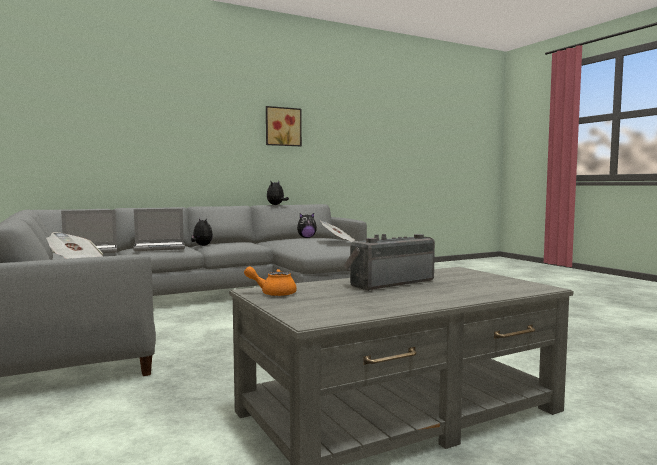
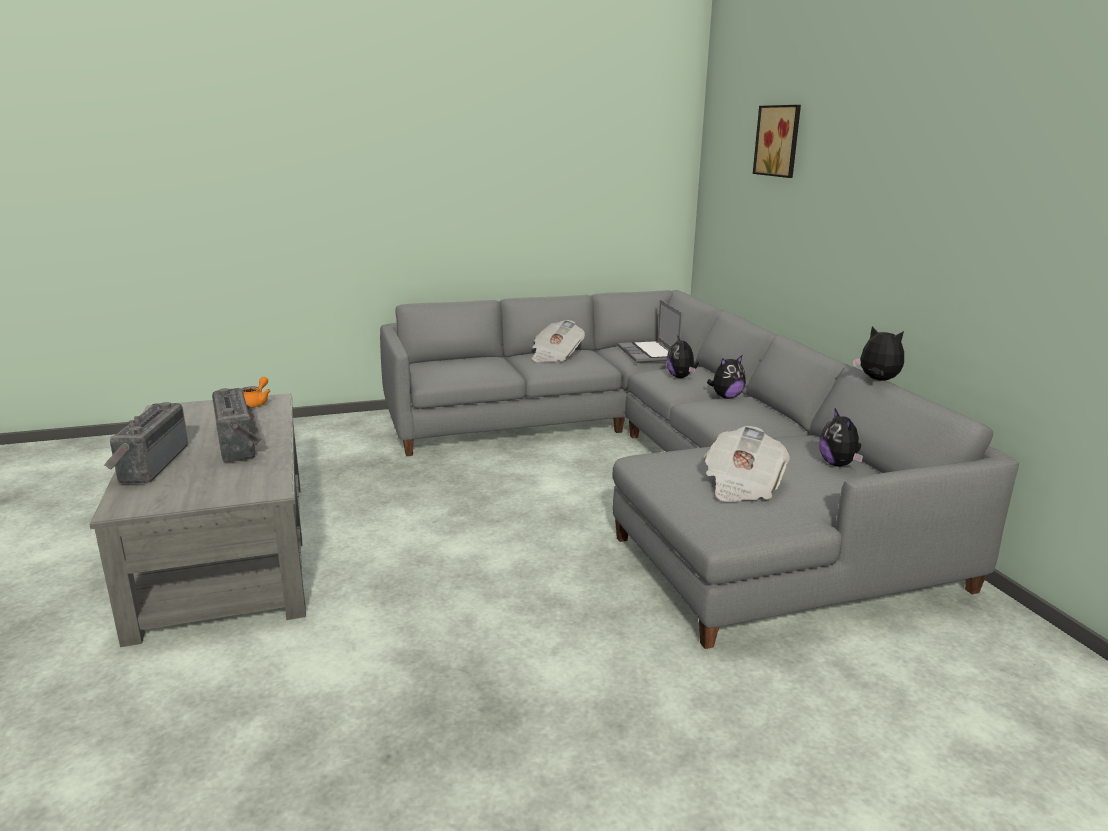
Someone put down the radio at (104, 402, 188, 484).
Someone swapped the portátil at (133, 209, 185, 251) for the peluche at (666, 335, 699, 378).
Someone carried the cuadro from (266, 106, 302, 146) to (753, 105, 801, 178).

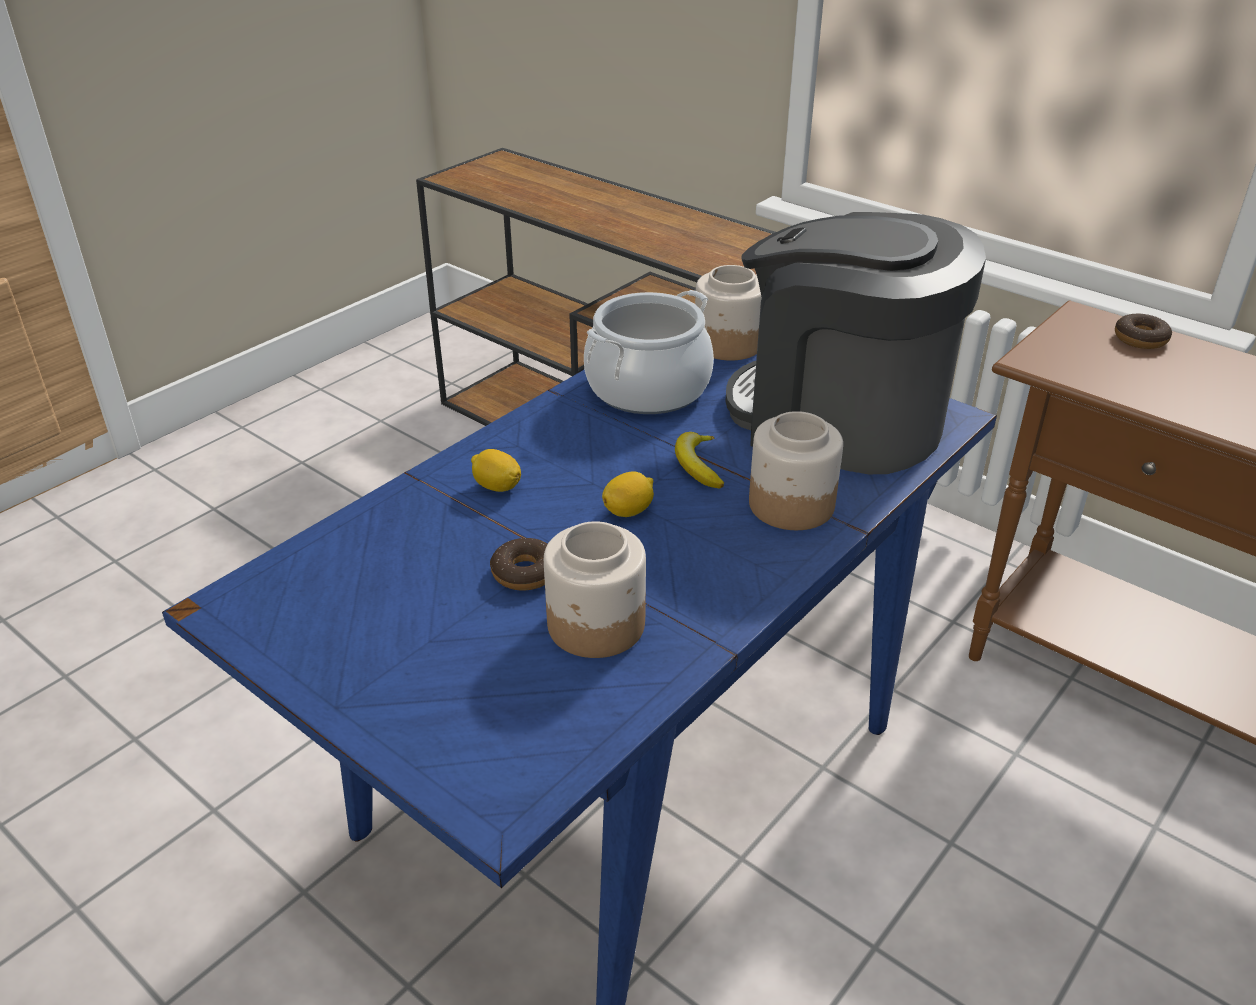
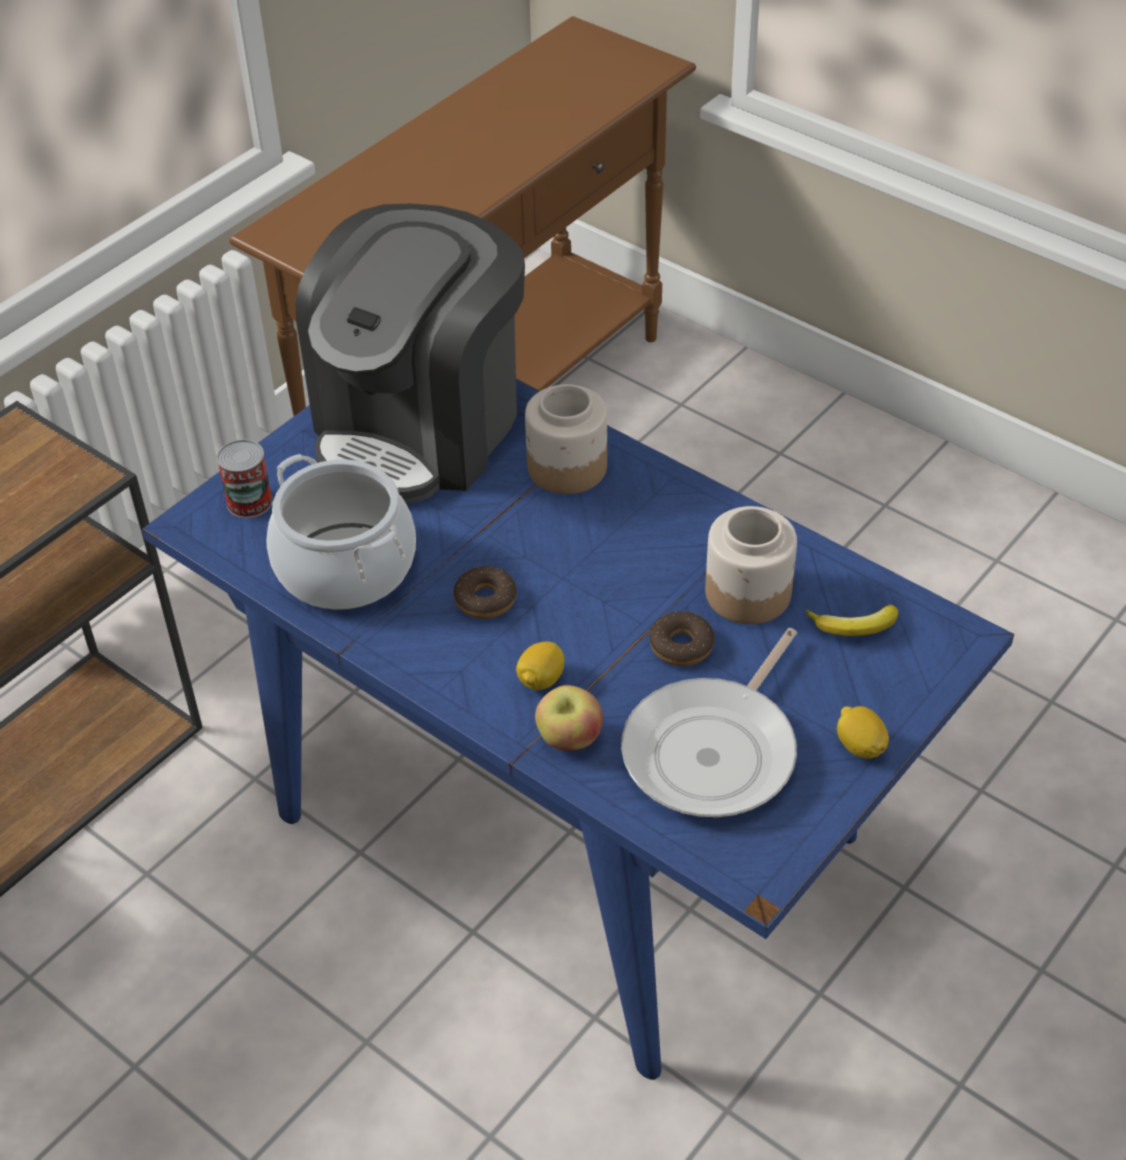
Someone swapped the tarro at (695, 265, 762, 360) for the lata at (217, 439, 273, 518).
Someone carried the rosquilla from (1115, 313, 1172, 349) to (453, 566, 517, 619).
Someone put down the manzana at (535, 685, 603, 751).
Someone put down the sartén at (621, 628, 797, 817).
Someone carried the plátano from (675, 432, 724, 488) to (805, 605, 898, 636).
Someone carried the limón from (602, 471, 654, 517) to (837, 706, 889, 759).

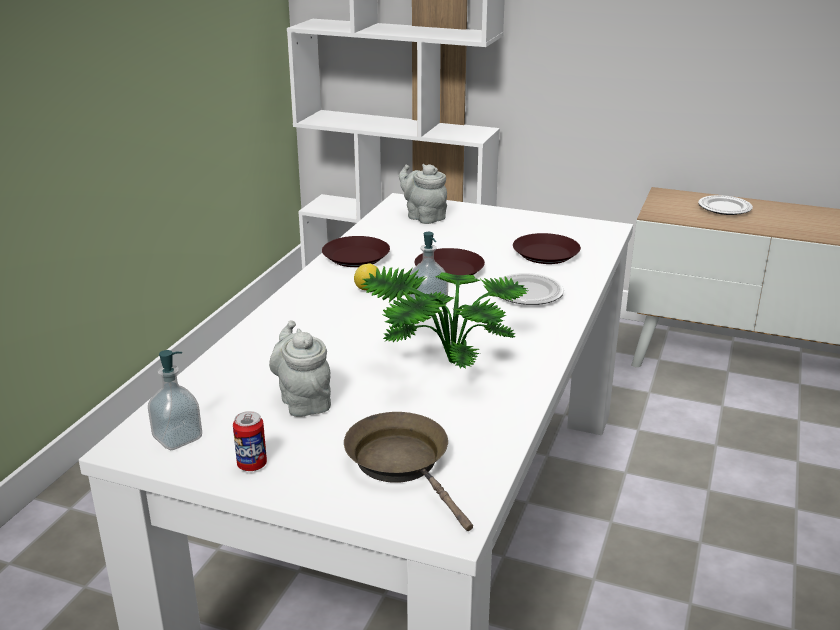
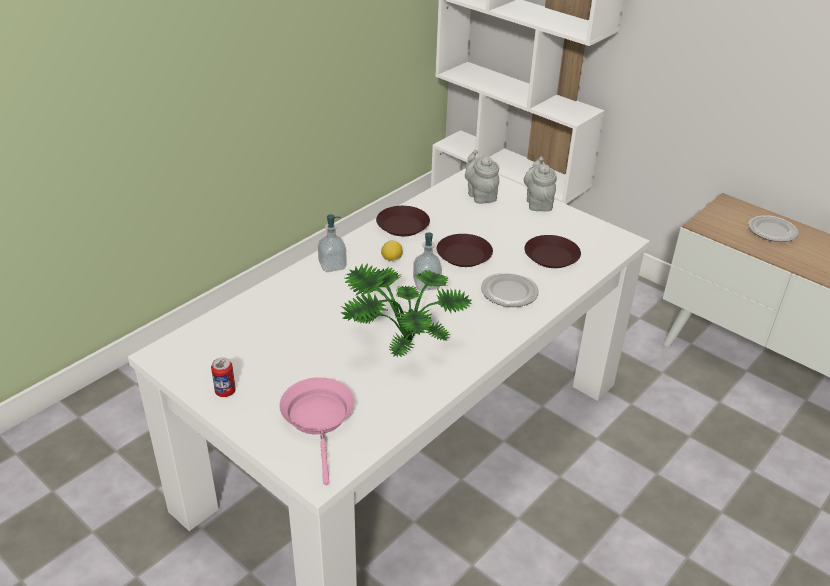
Someone repainted the sartén/marrón at (344, 412, 473, 531), which became the sartén/rosa at (279, 377, 354, 485).
Someone carried the dispensador de jabón from (148, 350, 202, 450) to (318, 214, 347, 272).
Someone carried the tetera/gris from (269, 320, 331, 417) to (524, 157, 557, 212).

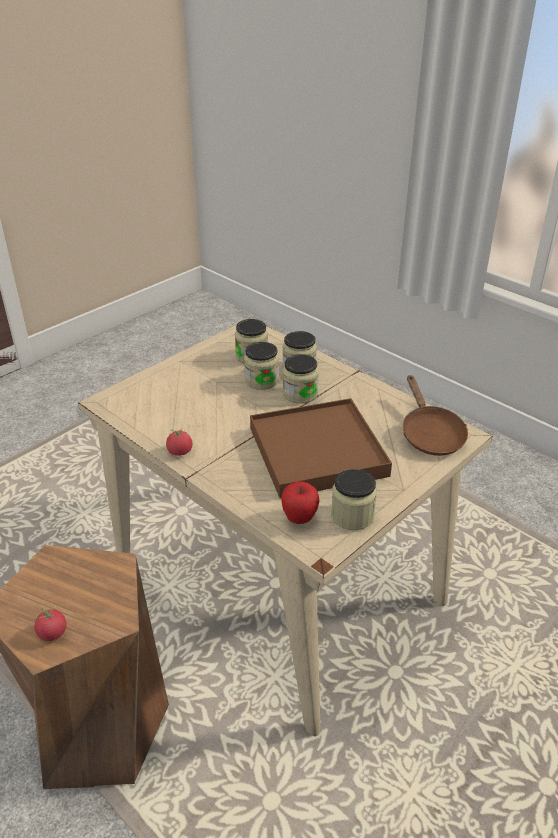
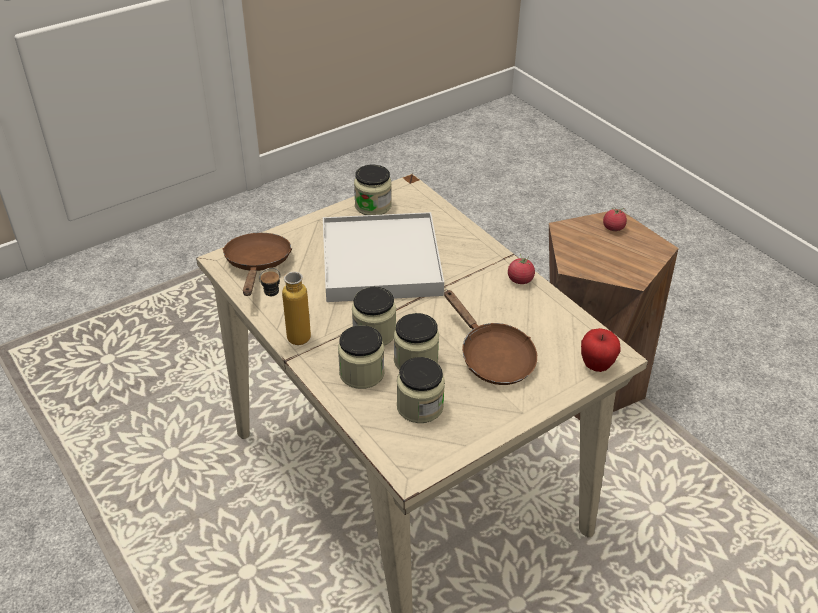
Someone put down the botella at (259, 268, 311, 345).
Someone repainted the bandeja/marrón at (250, 398, 392, 498), which became the bandeja/blanco at (323, 212, 444, 302).
Someone put down the sartén/marrón at (444, 290, 537, 385).
Someone carried the manzana from (281, 482, 319, 524) to (581, 328, 621, 372).

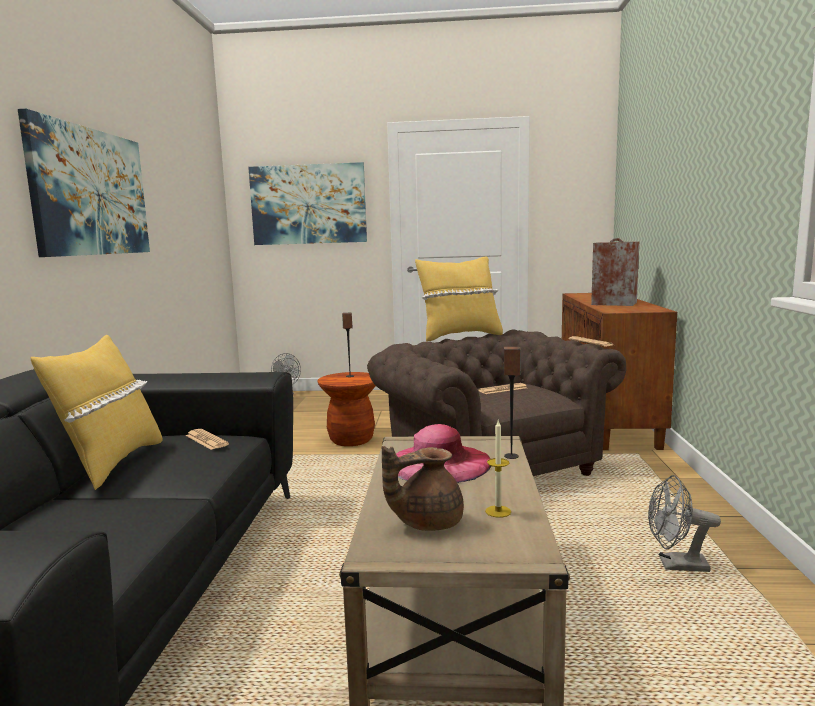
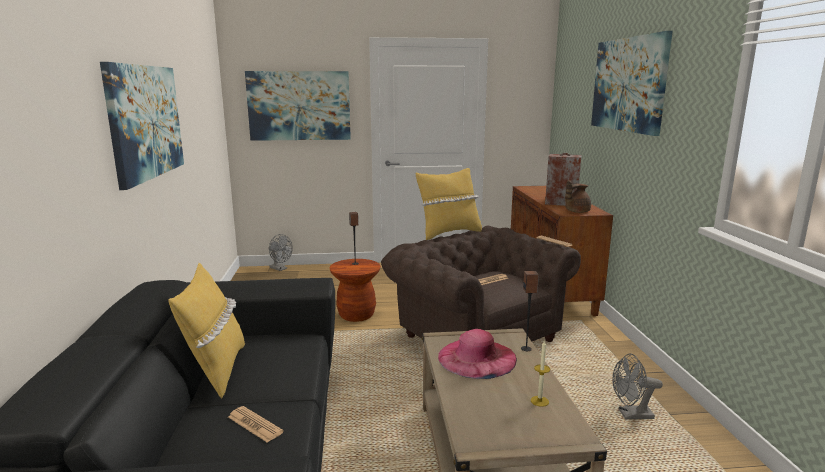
Someone carried the periódico from (186, 429, 229, 450) to (228, 406, 284, 443).
Someone carried the tetera/marrón from (382, 446, 464, 531) to (565, 180, 591, 213).
Someone put up the cuadro at (591, 31, 673, 136).

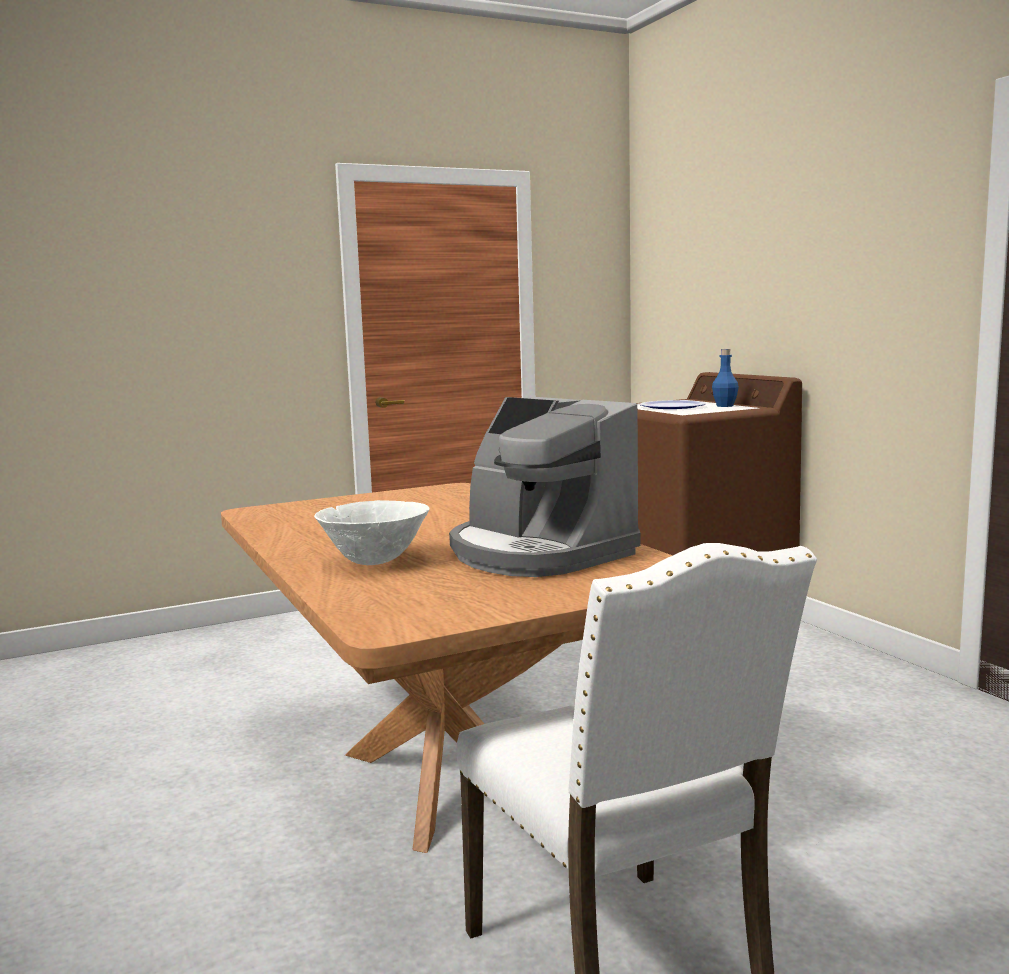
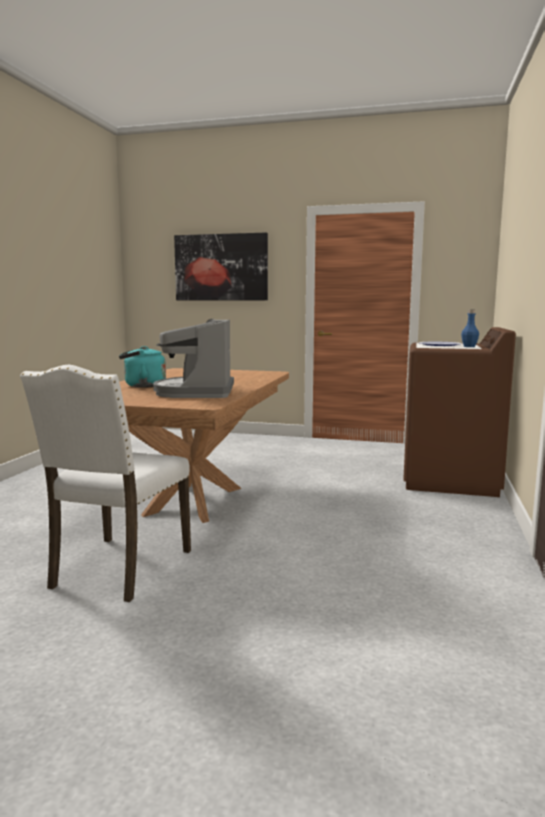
Someone swapped the cuenco/blanco at (314, 500, 430, 565) for the hervidor/turquesa at (119, 346, 166, 388).
Someone put up the cuadro at (174, 232, 268, 300).

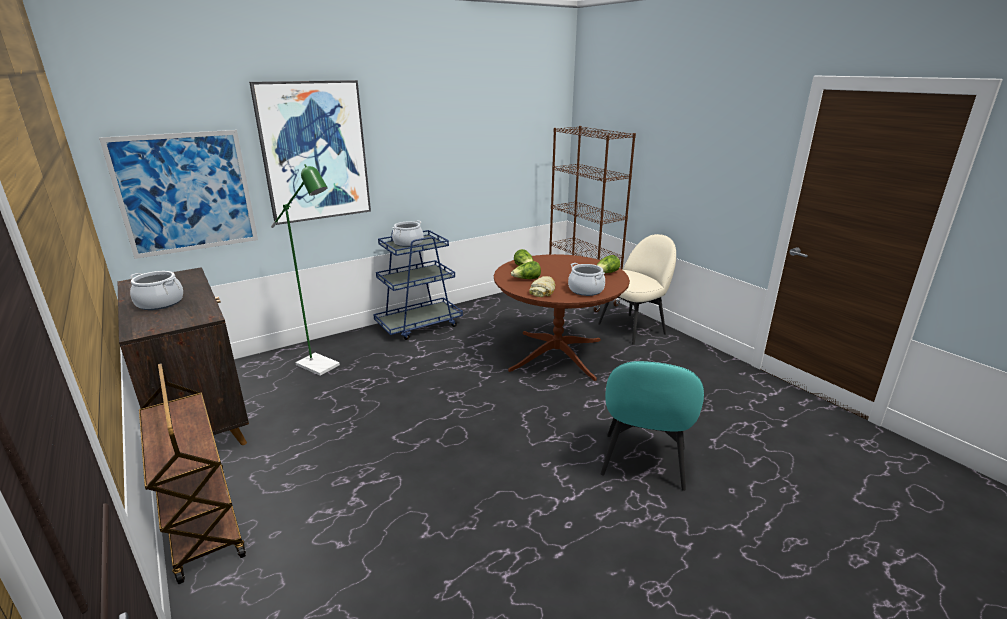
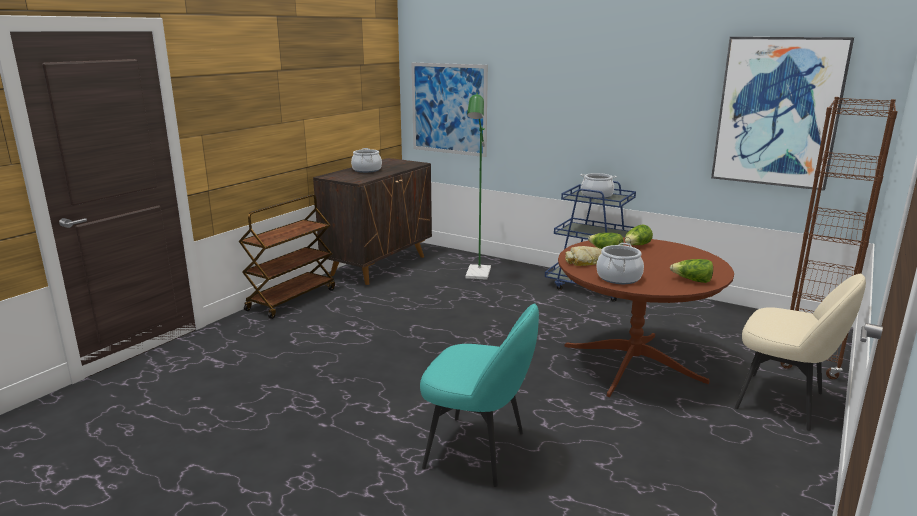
Someone rotated the silla/turquesa at (600, 361, 704, 491) by 150 degrees counterclockwise.
Someone carried the cuadro from (249, 80, 371, 225) to (711, 37, 854, 191).

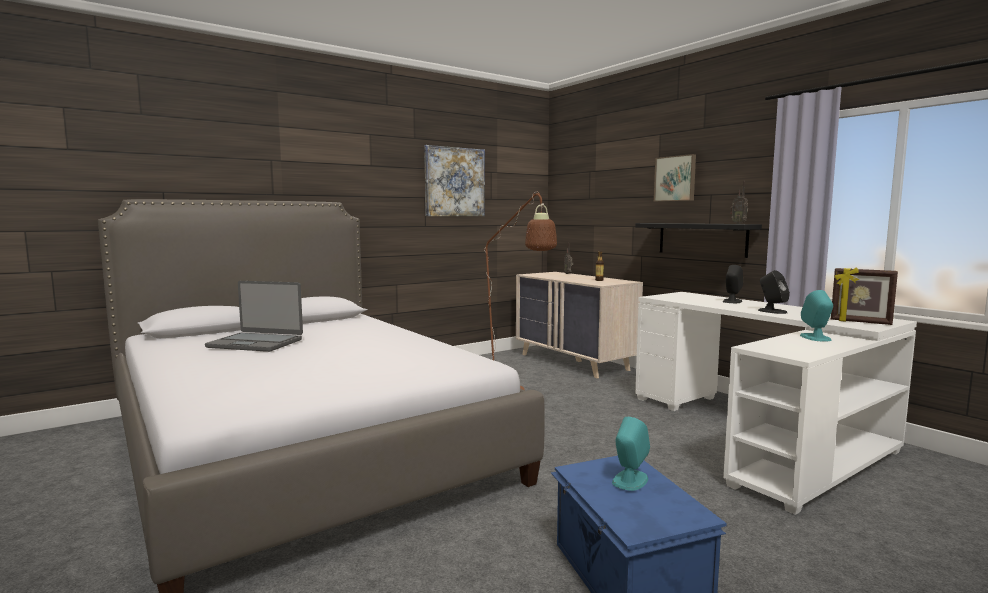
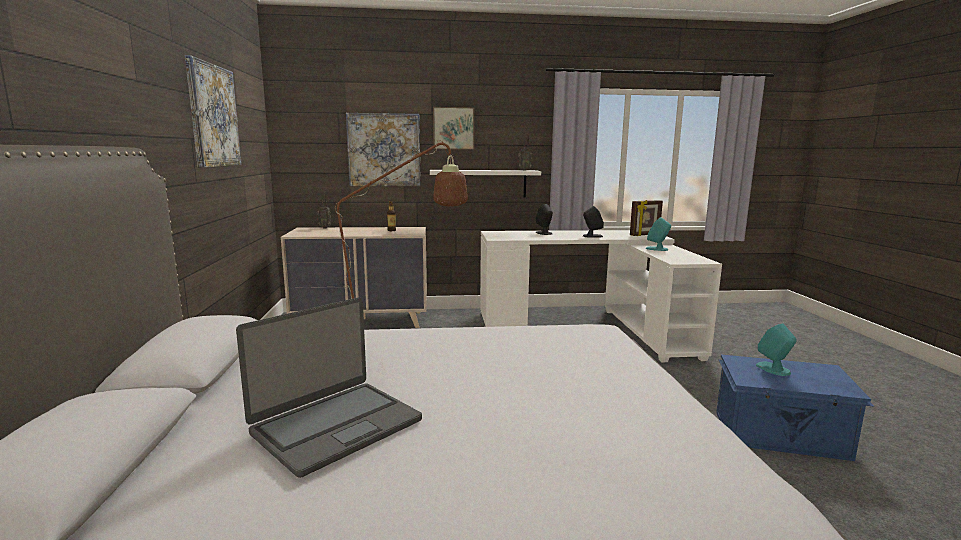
Someone put up the cuadro at (346, 113, 421, 186).
Someone repainted the estante/negro at (635, 223, 762, 258), which became the estante/blanco at (430, 170, 541, 198).

